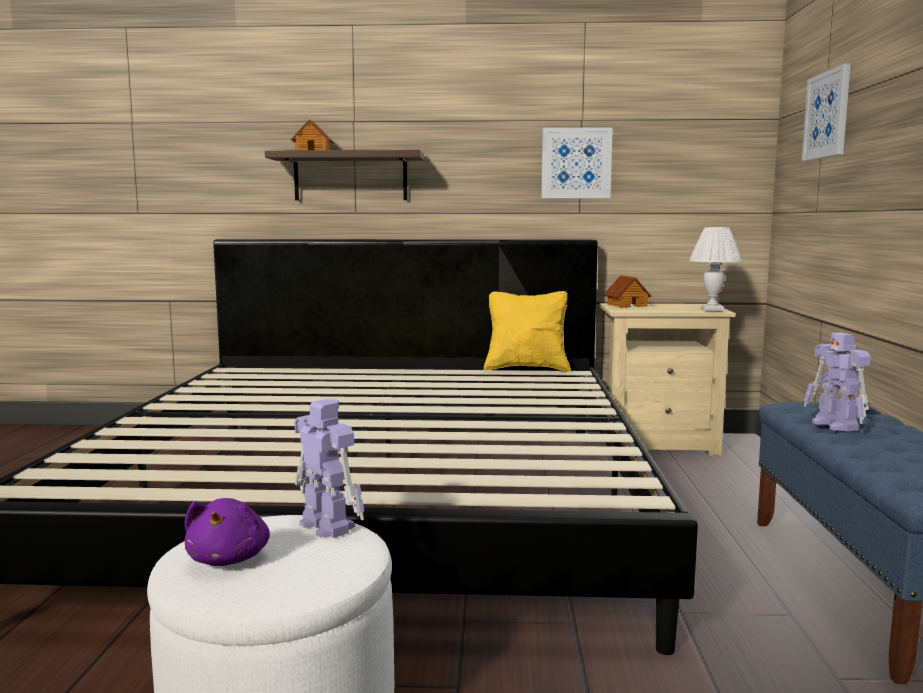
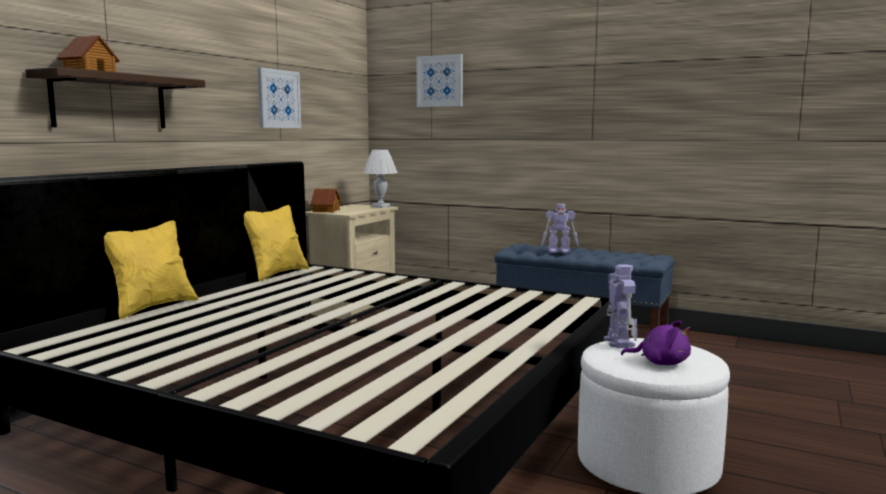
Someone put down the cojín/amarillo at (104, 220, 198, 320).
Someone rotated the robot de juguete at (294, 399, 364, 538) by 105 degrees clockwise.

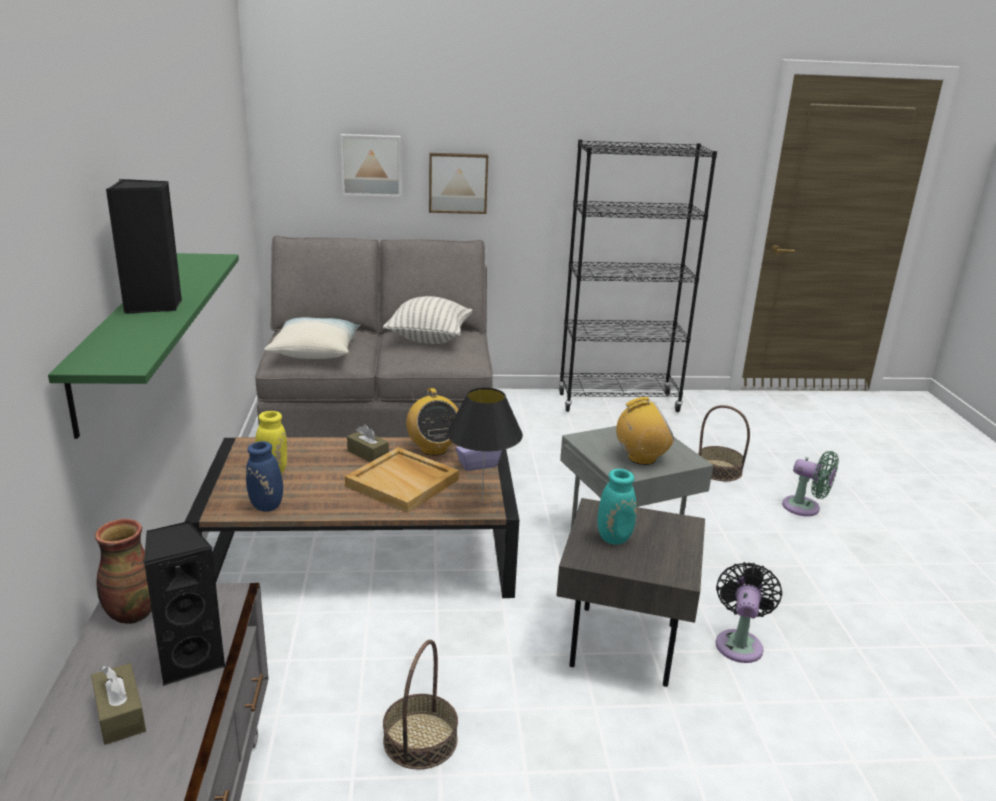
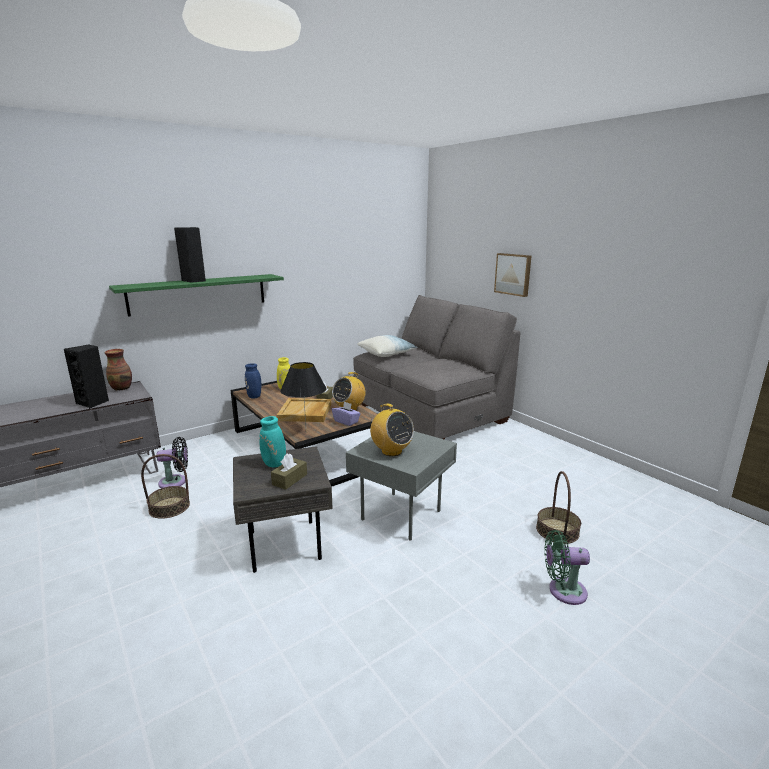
Someone carried the ventilador/negro from (716, 562, 782, 663) to (156, 437, 188, 488).
Someone carried the caja de pañuelos/marrón from (91, 663, 146, 745) to (271, 453, 307, 490).
Someone rotated the ventilador/verde at (782, 451, 839, 516) by 90 degrees clockwise.
Someone took away the cuadro at (340, 134, 401, 197).
Someone took away the cojín at (383, 296, 472, 344).
Someone took away the estantería/negro at (558, 139, 717, 412).

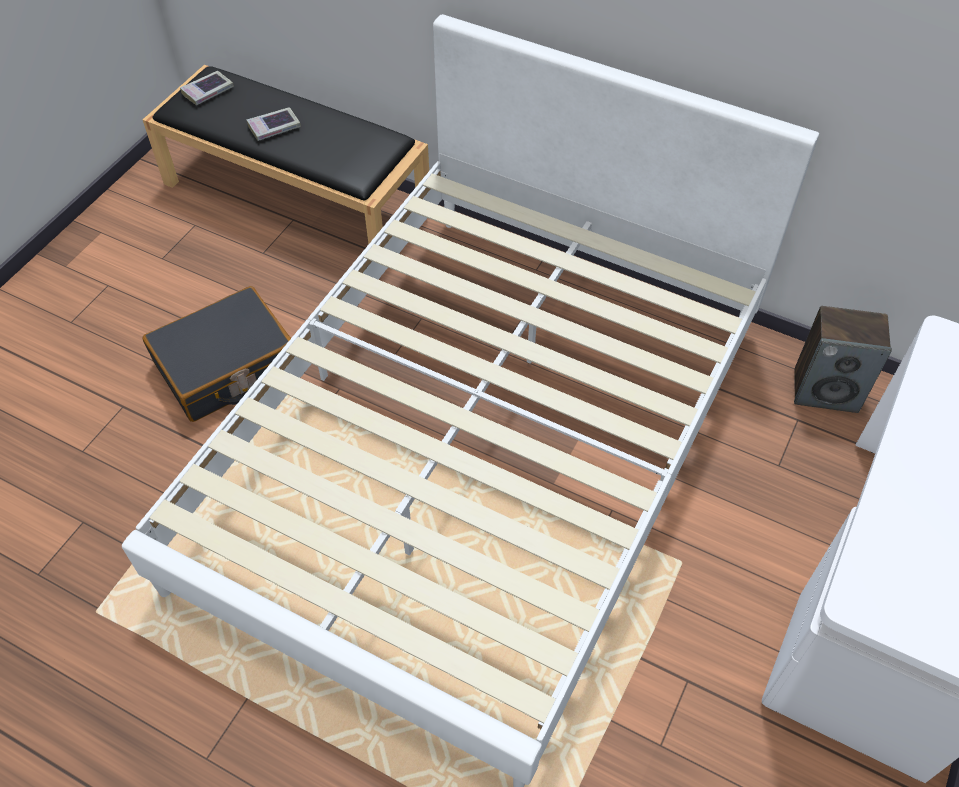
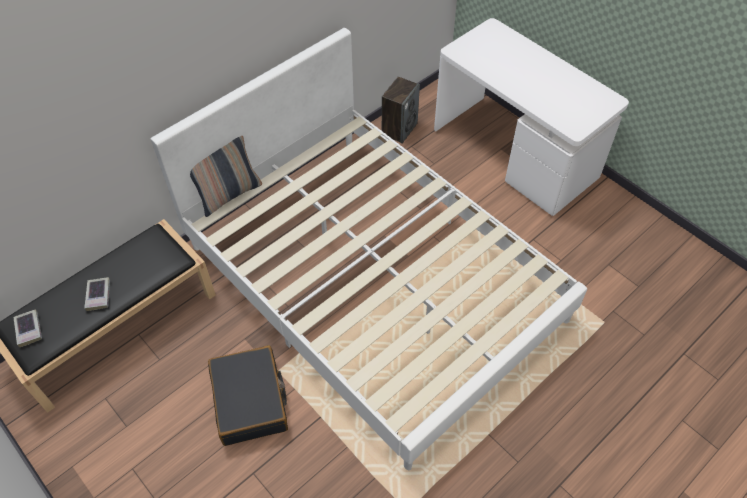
Someone put down the cojín at (190, 136, 262, 217).

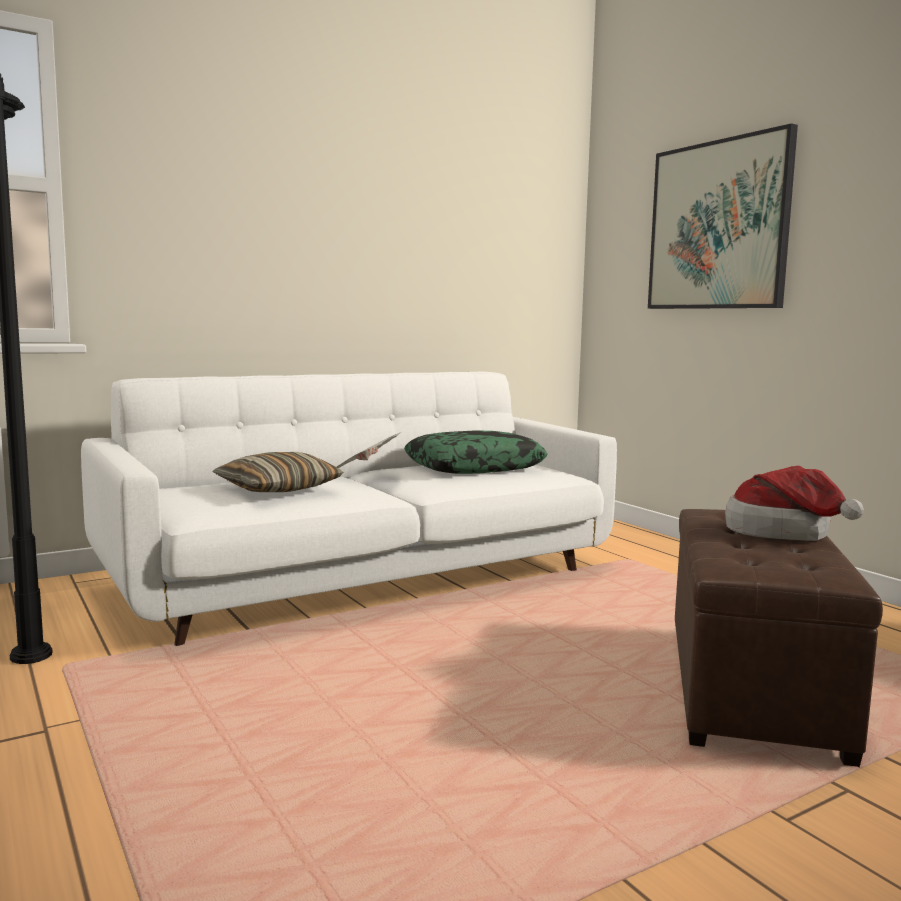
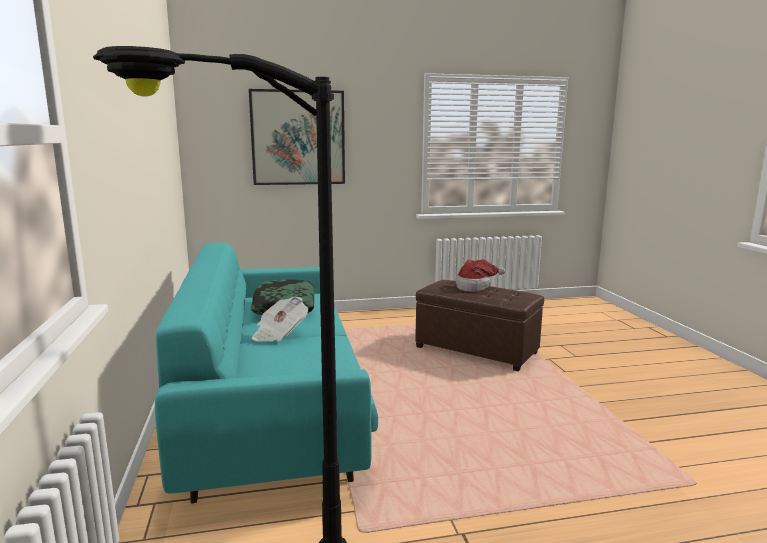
Someone repainted the sofá/blanco at (81, 372, 617, 646), which became the sofá/turquesa at (155, 243, 378, 503).
Someone took away the cojín at (212, 452, 343, 492).

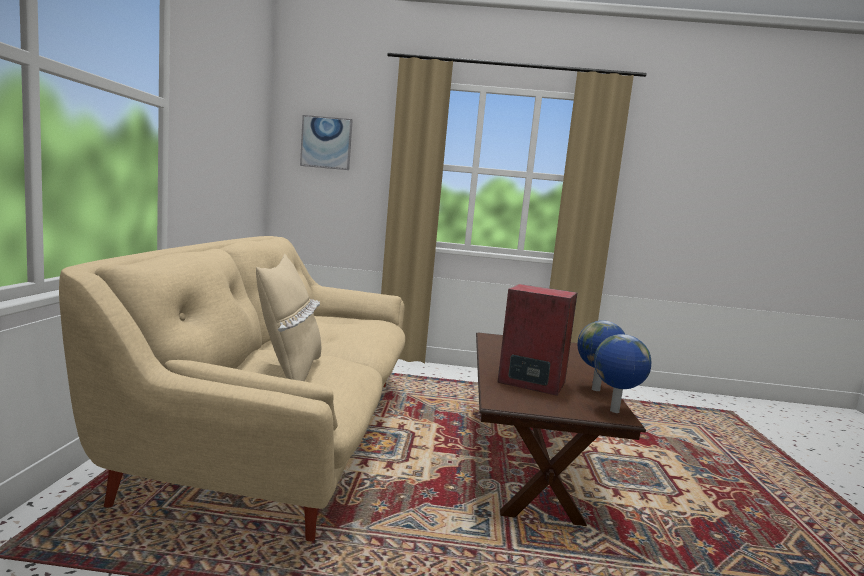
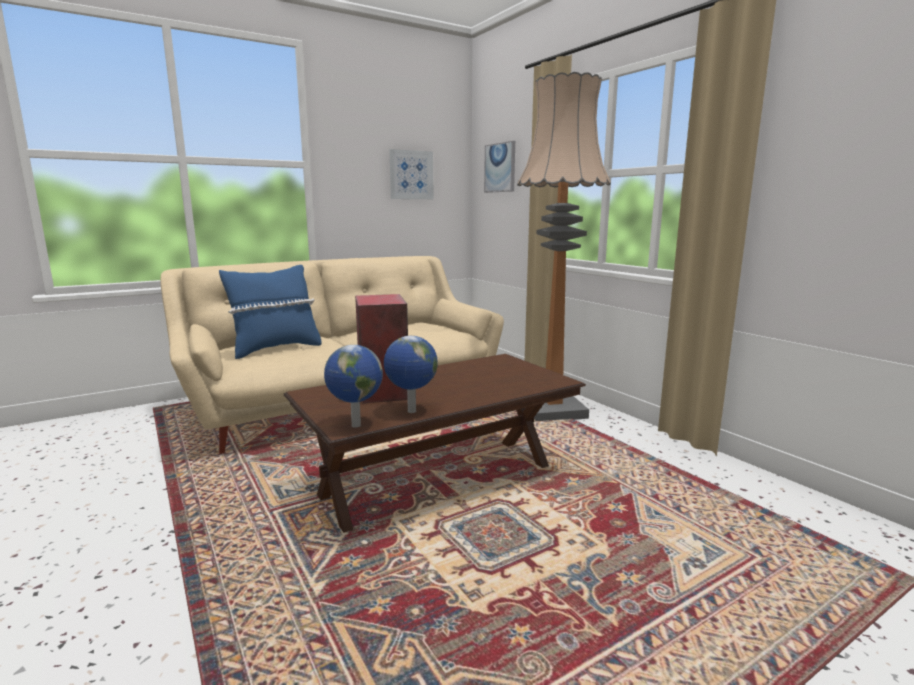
Someone repainted the cojín/beis at (256, 254, 321, 381), which became the cojín/azul at (219, 265, 321, 359).
Someone put up the cuadro at (389, 149, 434, 199).
Someone put down the lámpara de pie at (517, 72, 611, 421).

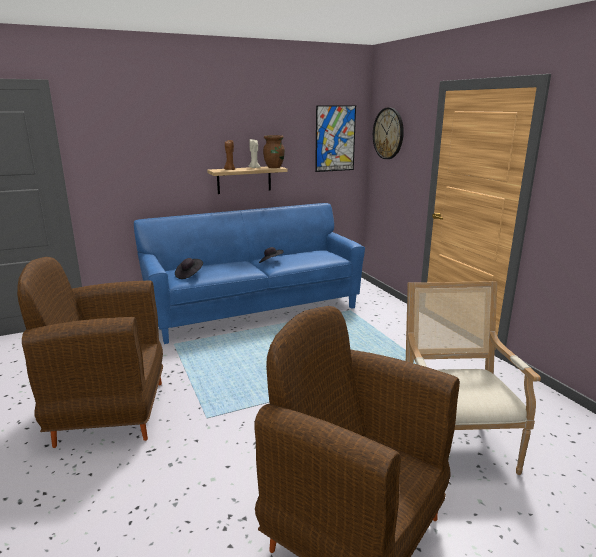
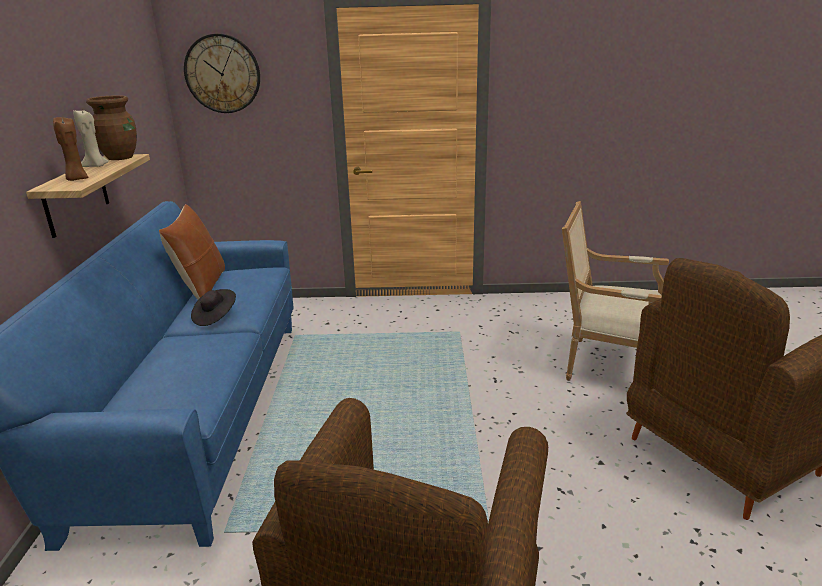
Someone put down the cojín/marrón at (159, 204, 225, 300).
Someone took away the sombrero/negro at (175, 258, 203, 279).
Someone took away the cuadro at (315, 105, 356, 172).

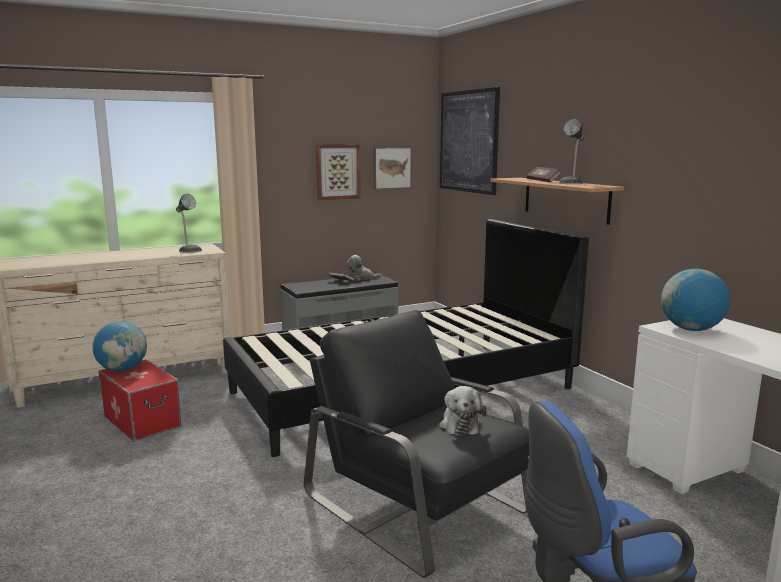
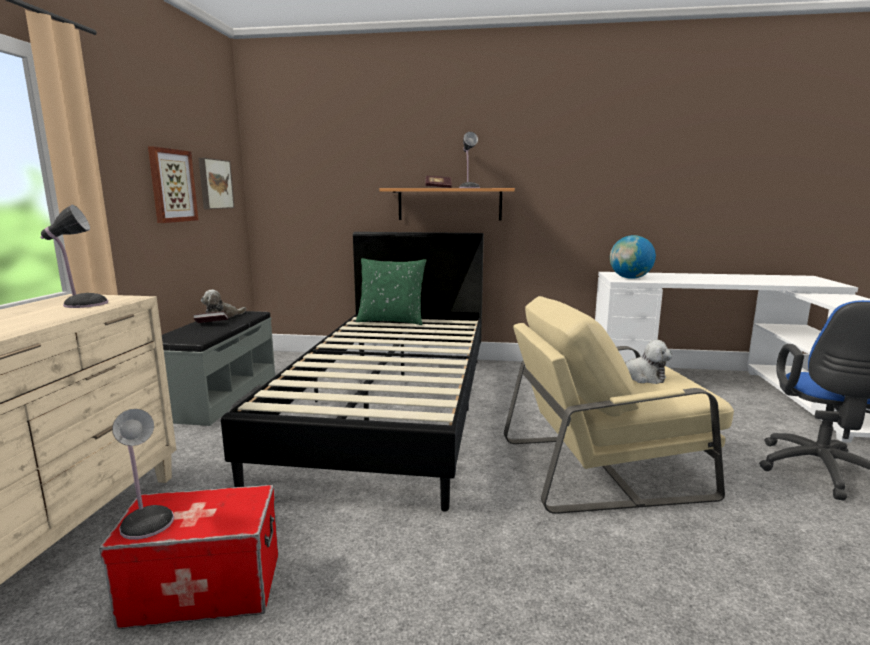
Someone swapped the globo terráqueo at (92, 321, 147, 372) for the lámpara de mesa at (112, 409, 174, 540).
Someone put down the cojín/verde at (356, 258, 426, 325).
Someone repainted the sillón/negro at (304, 310, 529, 578), which became the sillón/beis at (504, 296, 734, 514).
Someone took away the cuadro at (440, 87, 500, 195).

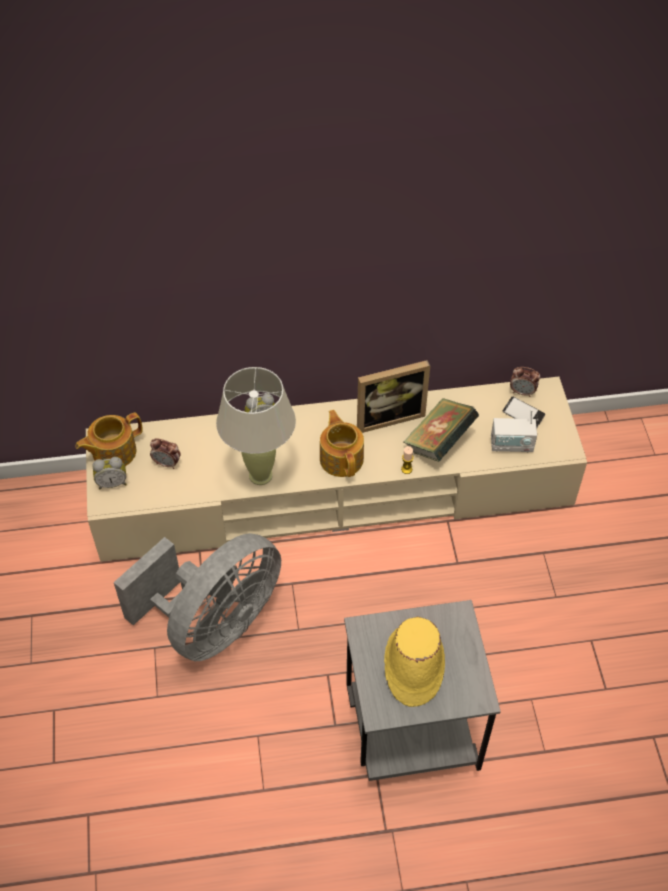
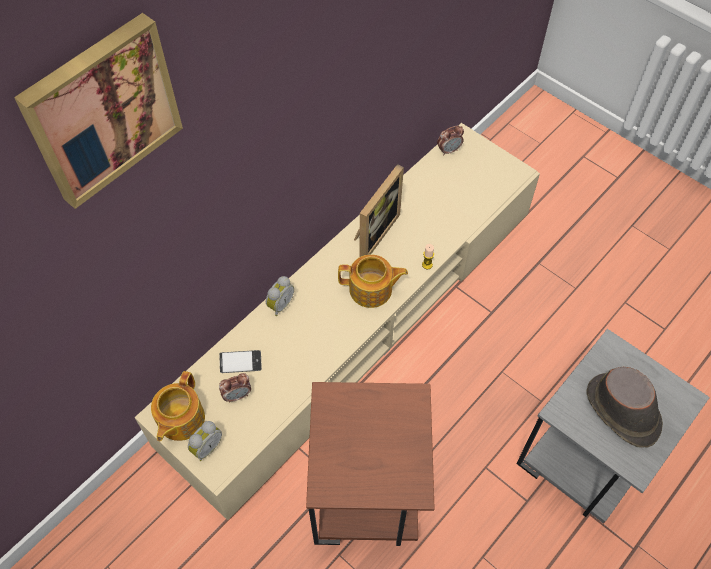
Someone put up the cuadro at (14, 13, 183, 209).
Someone carried the móvil from (503, 396, 545, 427) to (219, 350, 262, 373).
Someone swapped the ventilador/gris at (114, 533, 281, 661) for the mesa auxiliar/marrón at (306, 382, 435, 546).
Someone rotated the tetera at (320, 410, 364, 477) by 150 degrees clockwise.
Someone repainted the sombrero/amarillo at (384, 616, 445, 707), which became the sombrero/marrón at (587, 367, 663, 448).
Someone took away the lámpara de mesa/beis at (216, 367, 296, 485).
Someone took away the libro at (404, 398, 479, 462).
Someone took away the radio at (491, 410, 537, 453).

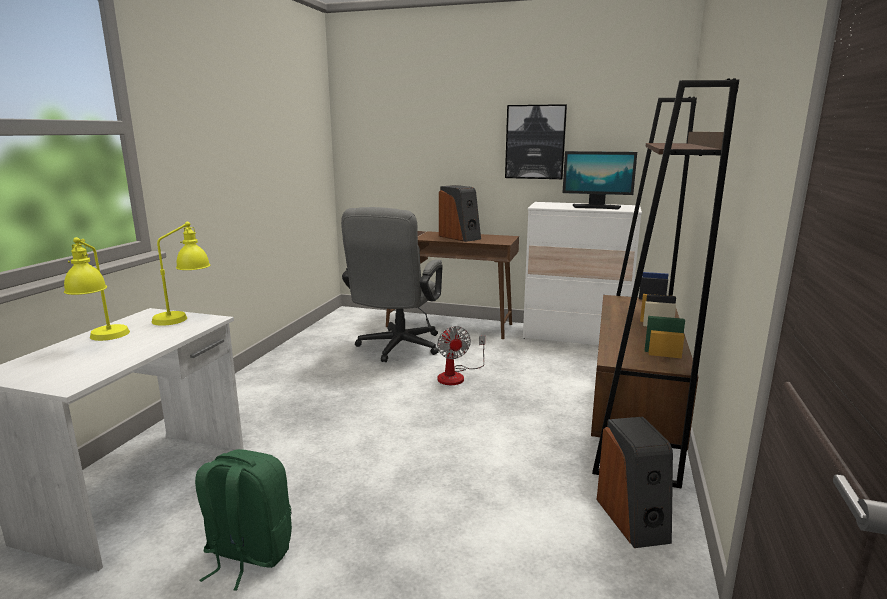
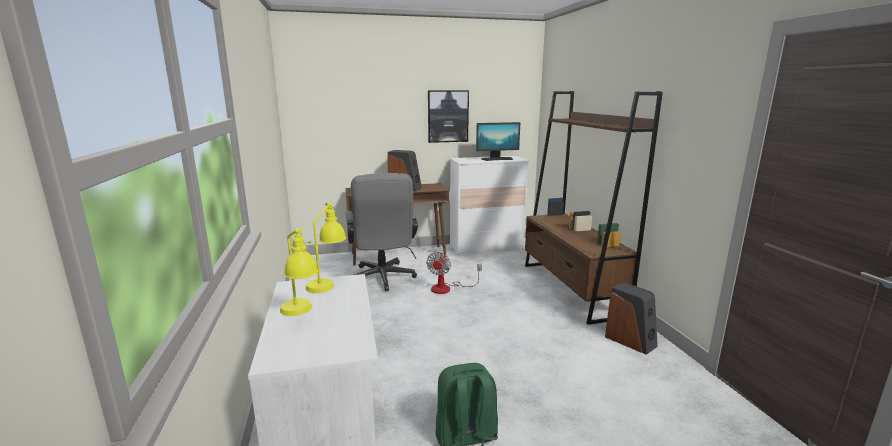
Someone rotated the ventilador at (437, 326, 485, 385) by 60 degrees clockwise.

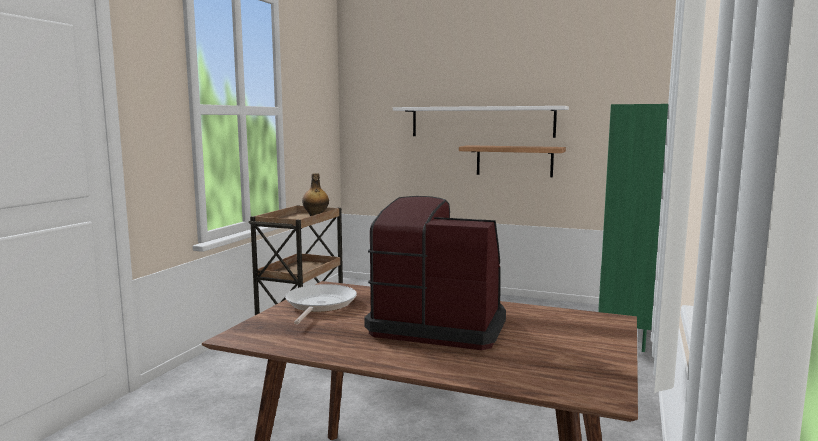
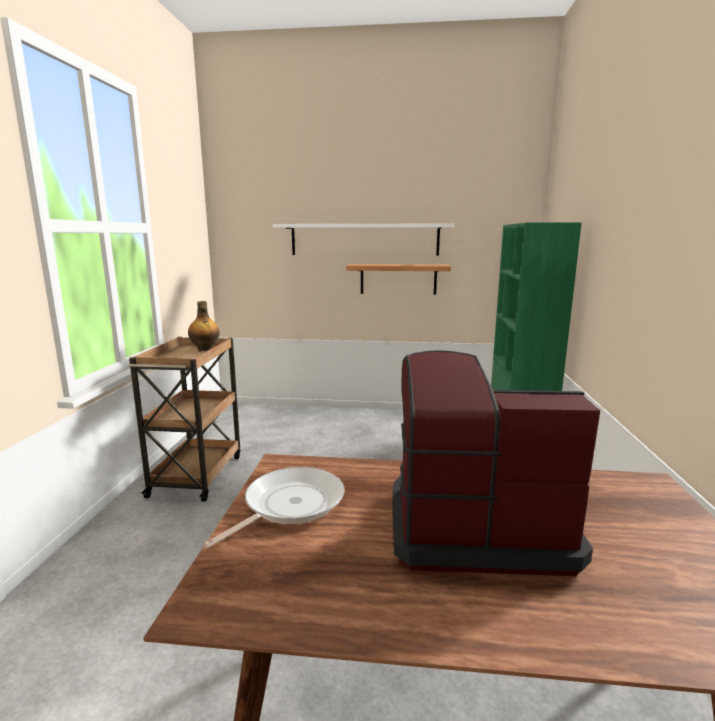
Someone rotated the sartén at (285, 284, 357, 324) by 45 degrees clockwise.

